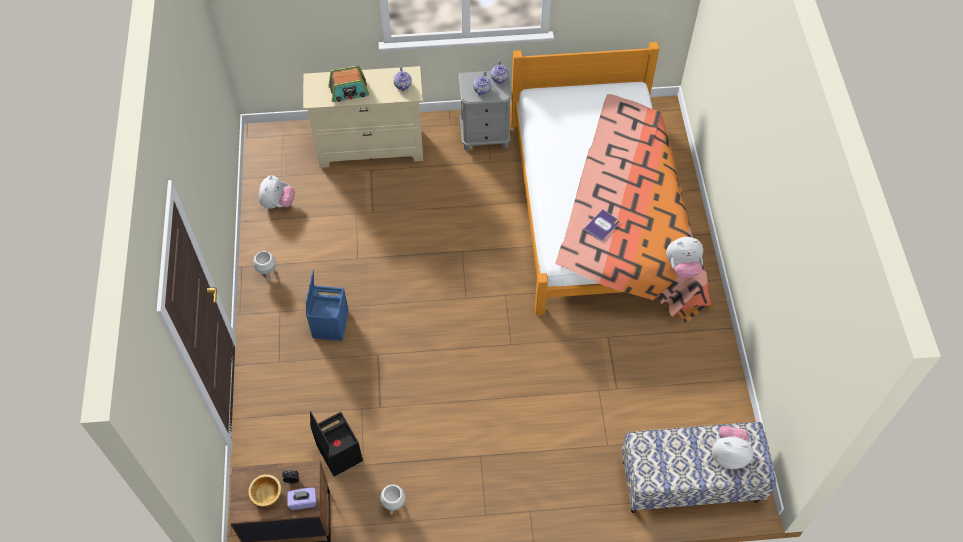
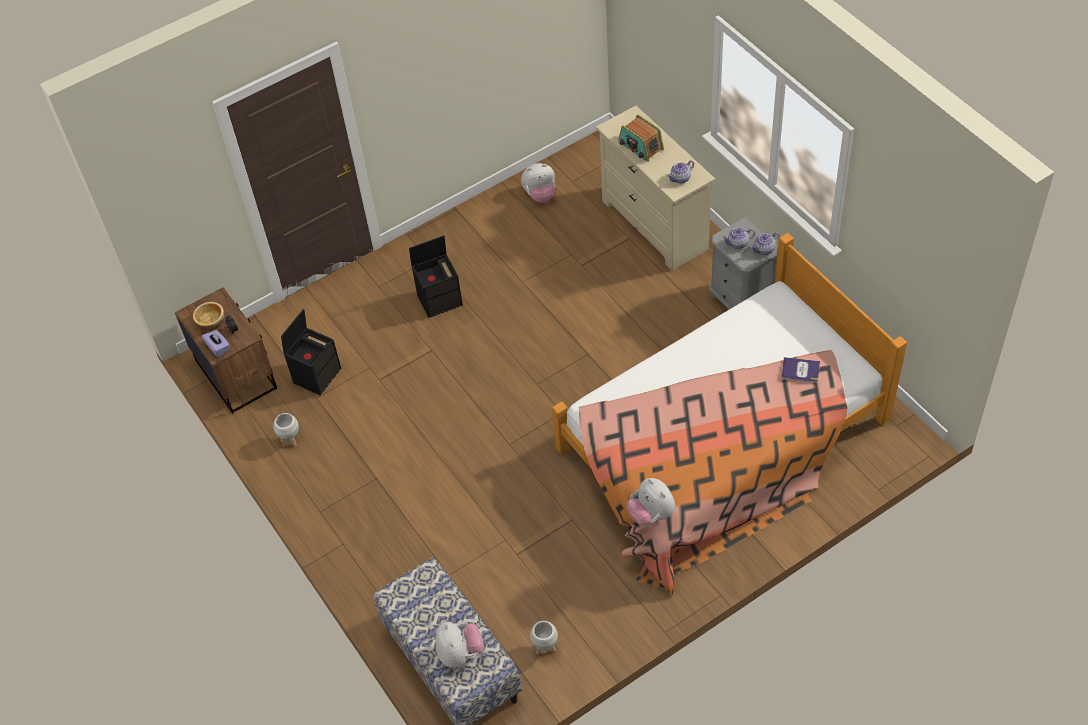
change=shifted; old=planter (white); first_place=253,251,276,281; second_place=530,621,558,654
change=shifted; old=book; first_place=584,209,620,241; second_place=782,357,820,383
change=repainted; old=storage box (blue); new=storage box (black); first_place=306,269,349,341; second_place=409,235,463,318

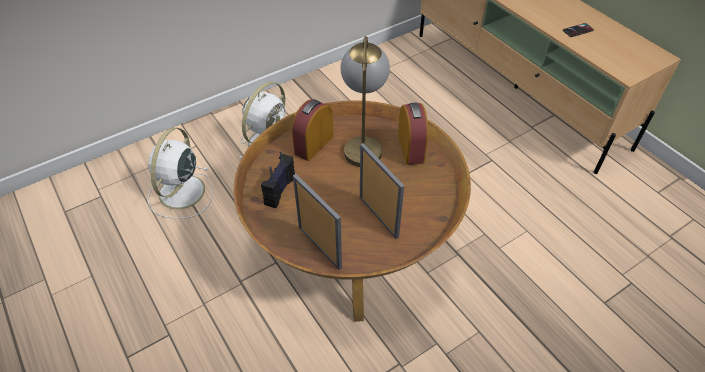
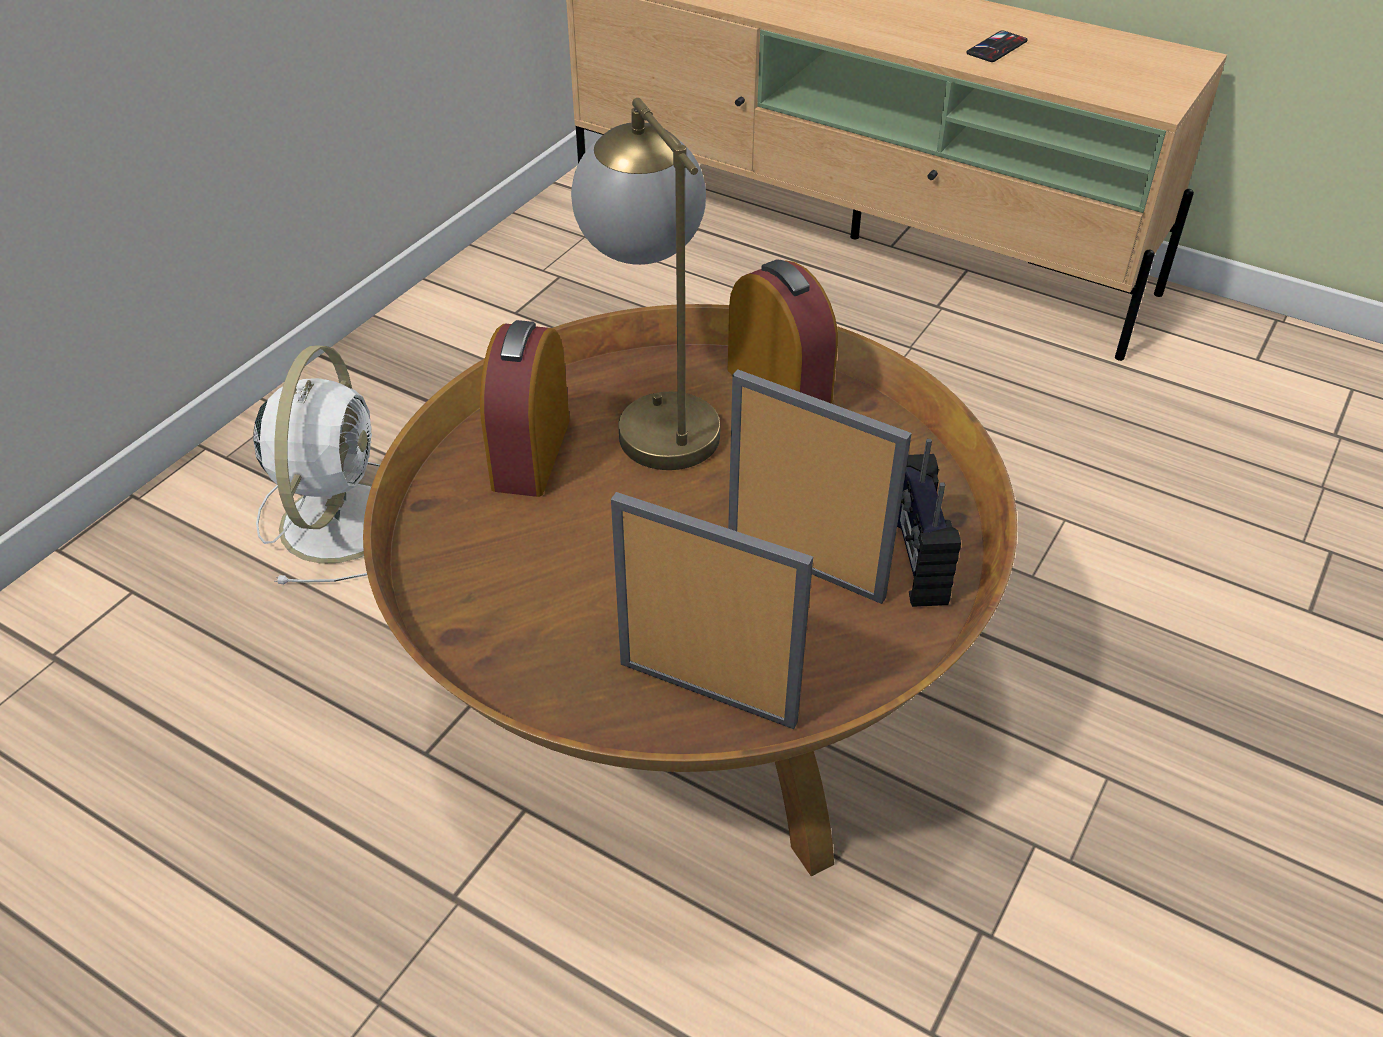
change=gone; old=fan (white); first_place=147,127,213,219
change=shifted; old=radio; first_place=261,151,295,208; second_place=897,439,961,607

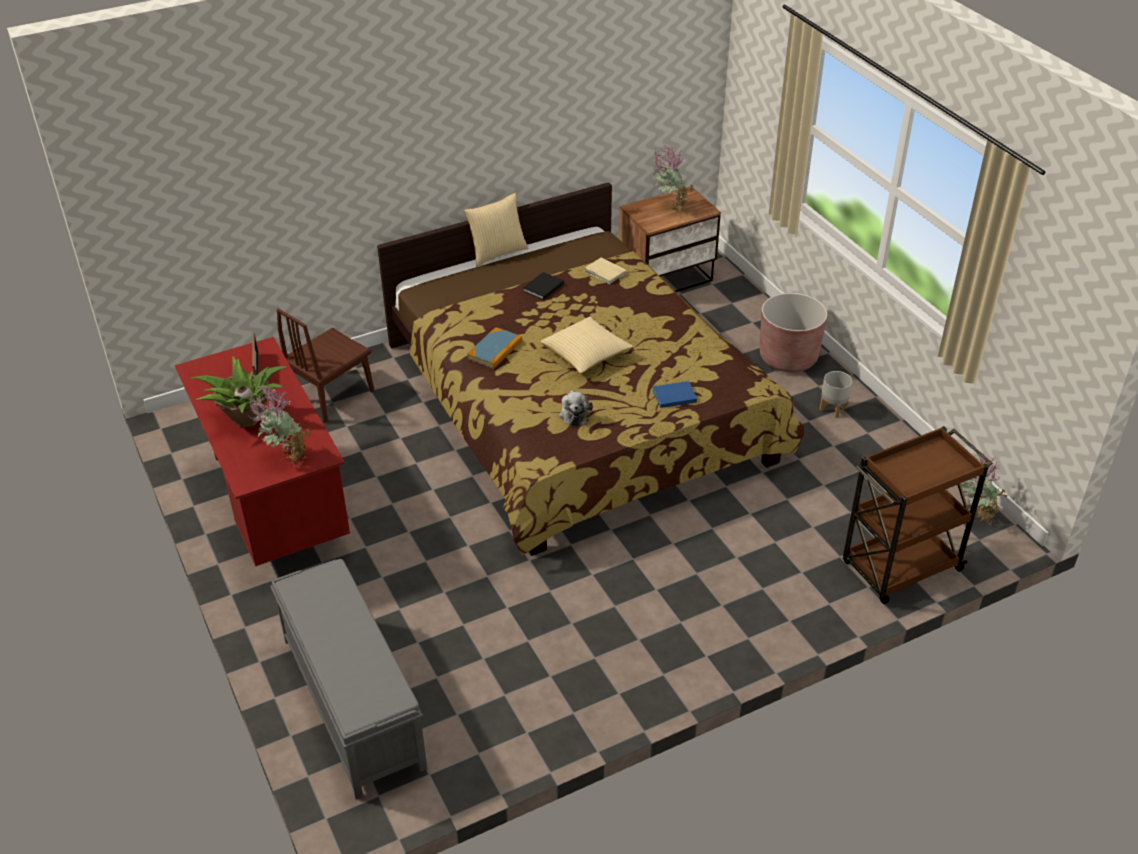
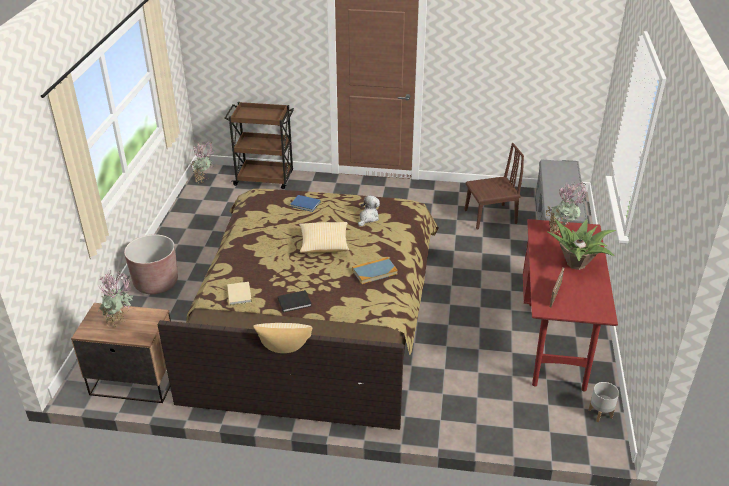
change=shifted; old=chair (brown); first_place=276,308,374,423; second_place=465,143,524,229
change=shifted; old=planter (grey); first_place=820,371,852,418; second_place=588,382,619,422

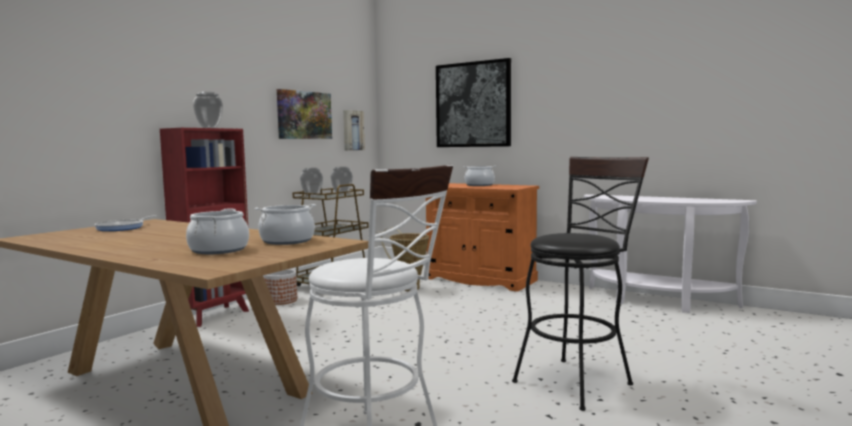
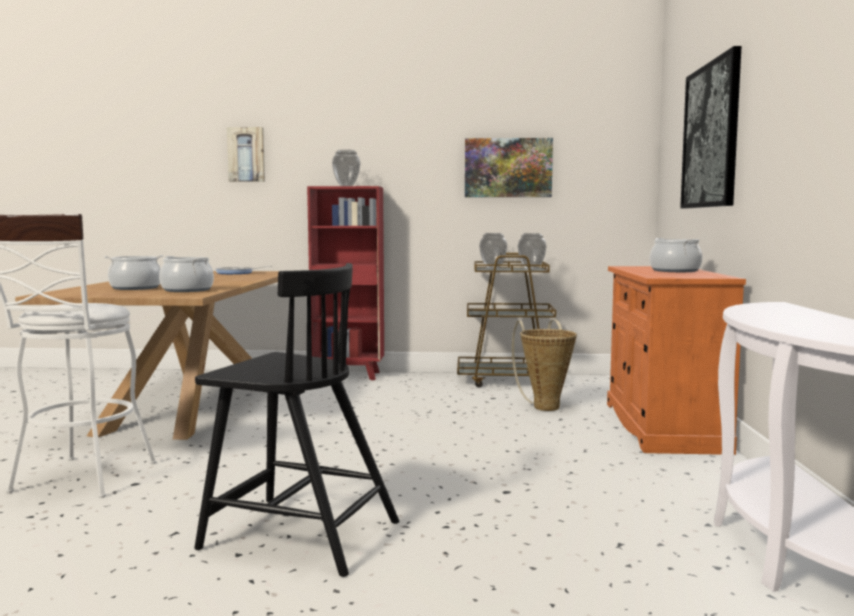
change=gone; old=planter; first_place=264,269,297,305
change=shifted; old=picture; first_place=343,110,365,151; second_place=227,127,265,182
change=swapped; old=stool (black); new=chair (black); first_place=512,157,649,411; second_place=194,263,399,577

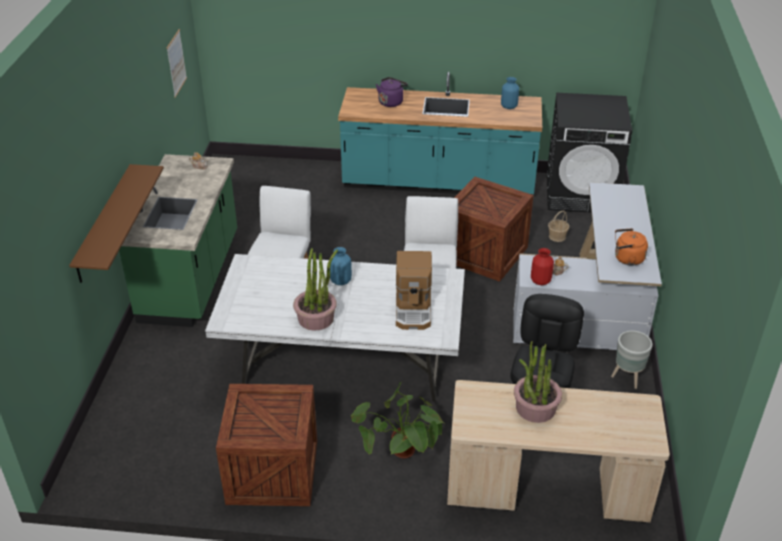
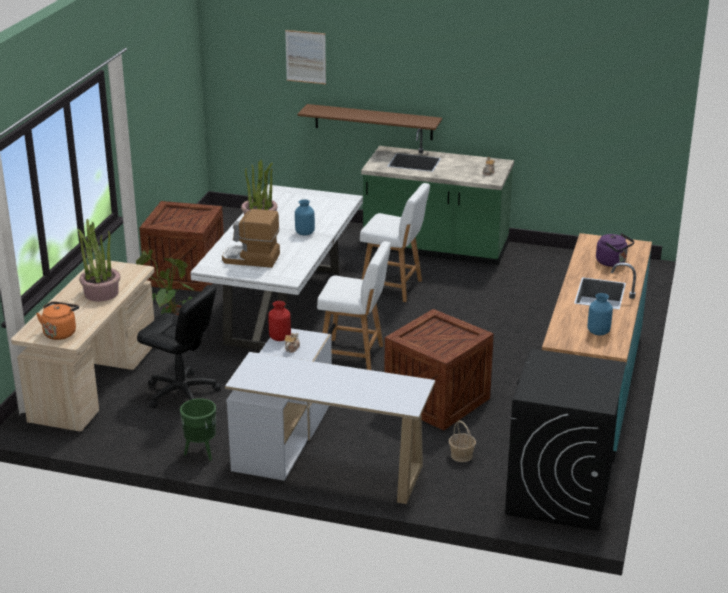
change=shifted; old=picture; first_place=167,29,187,98; second_place=285,30,326,84
change=shifted; old=kettle (orange); first_place=615,228,648,266; second_place=36,301,79,340
change=repainted; old=planter (grey); new=planter (green); first_place=611,331,653,389; second_place=180,398,216,461

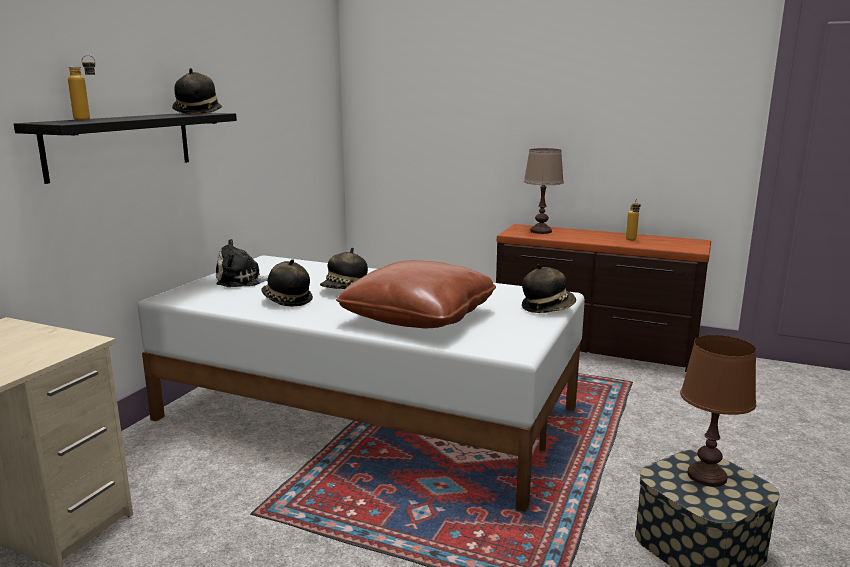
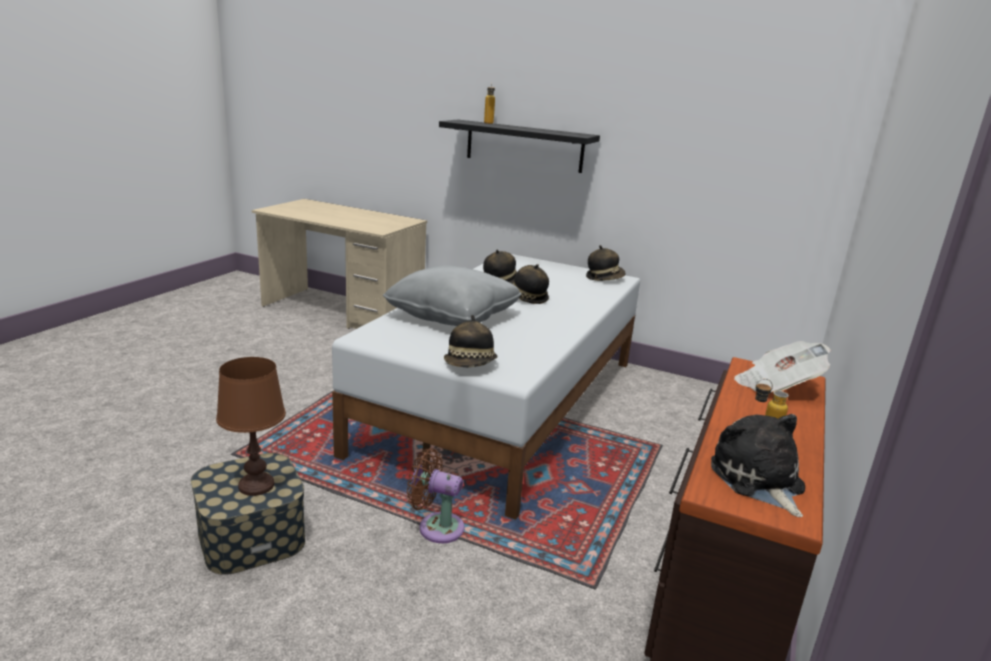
change=new; new=fan (brown); second_place=407,448,465,543
change=shifted; old=hat; first_place=172,68,222,114; second_place=586,245,626,281
change=shifted; old=plush toy; first_place=216,239,268,287; second_place=711,414,805,517
change=swapped; old=table lamp (brown); new=newspaper; first_place=524,148,564,234; second_place=734,341,831,392
change=repainted; old=pillow (brown); new=pillow (grey); first_place=336,260,496,328; second_place=383,265,521,326

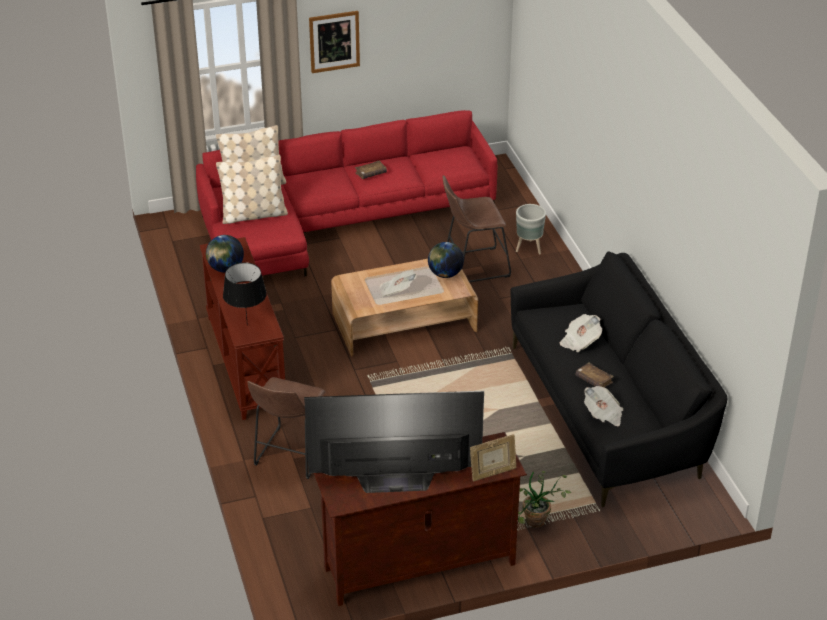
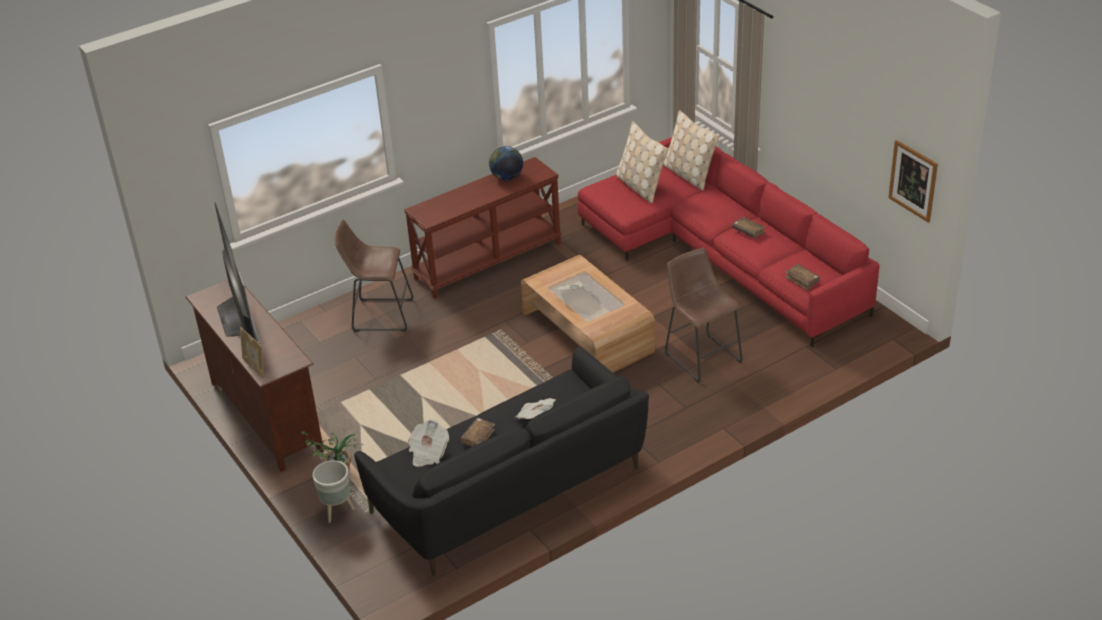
change=gone; old=table lamp (black); first_place=223,262,267,325
change=gone; old=globe; first_place=428,242,464,278
change=new; new=book (brown); second_place=785,264,820,290
change=shifted; old=picture; first_place=309,11,360,73; second_place=888,140,938,223
change=shifted; old=planter (grey); first_place=516,204,546,254; second_place=312,460,355,523

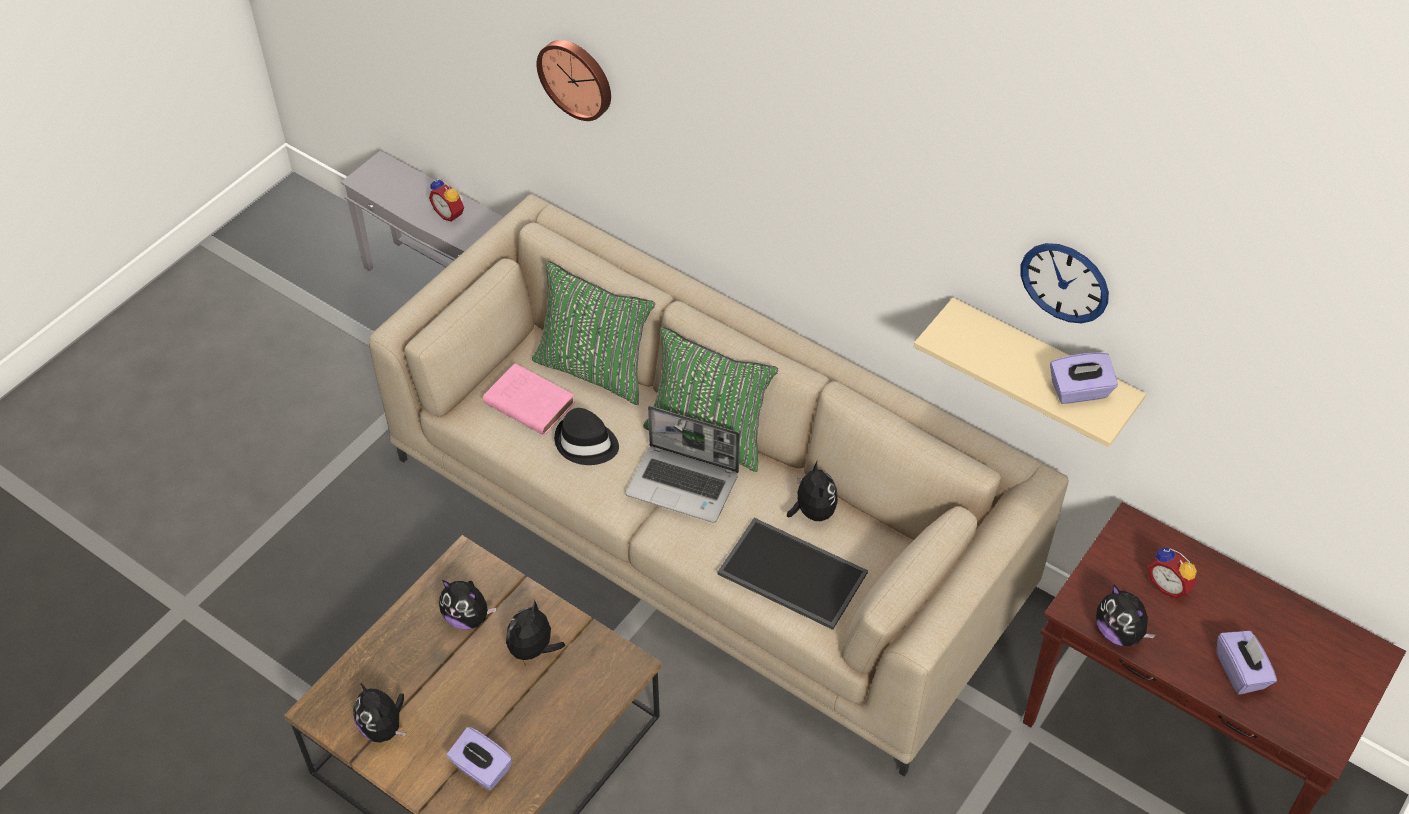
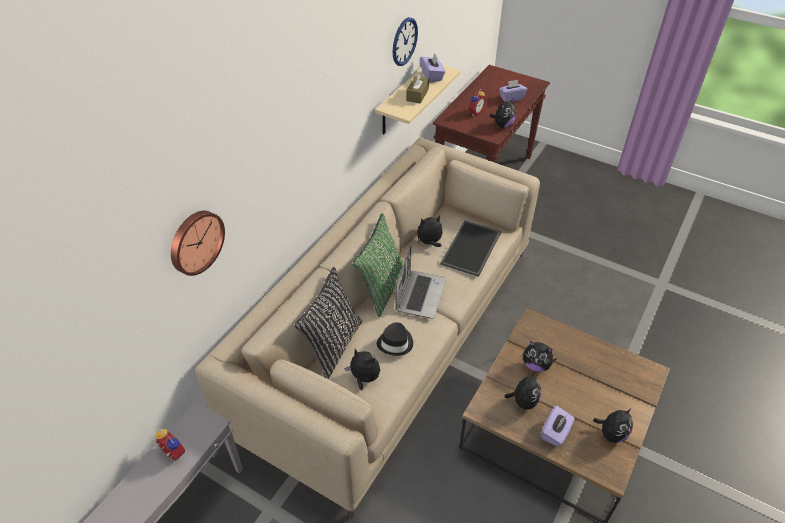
change=new; new=tissue box (brown); second_place=406,73,429,104
change=shifted; old=tissue box (purple); first_place=446,727,513,791; second_place=541,405,574,447
change=swapped; old=book (pink); new=plush toy; first_place=483,363,575,436; second_place=345,349,380,390
change=repainted; old=pillow (green); new=pillow (black); first_place=532,261,655,405; second_place=295,267,362,379
change=rotated; old=alarm clock; first_place=429,178,464,222; second_place=156,429,185,461; degrees=-90

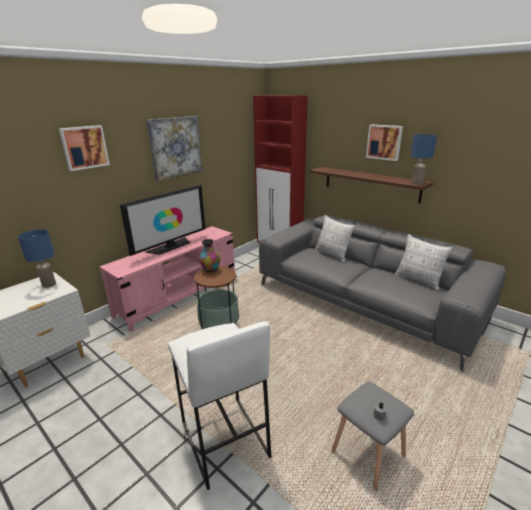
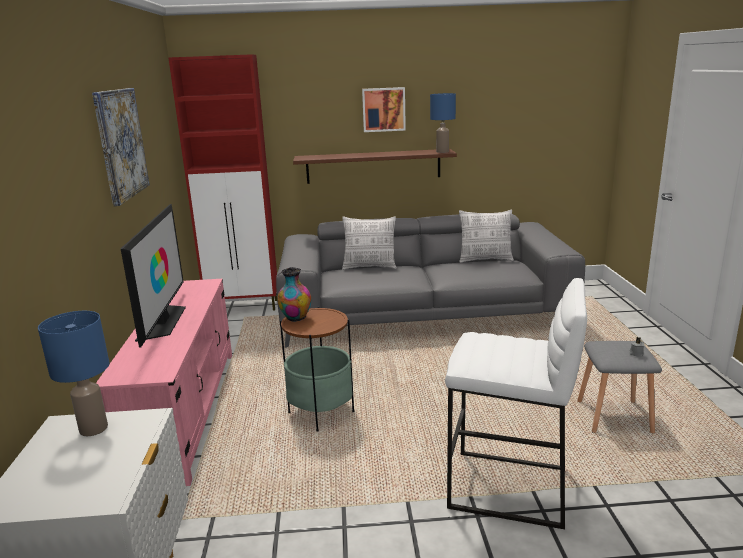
change=gone; old=picture; first_place=59,125,110,171

